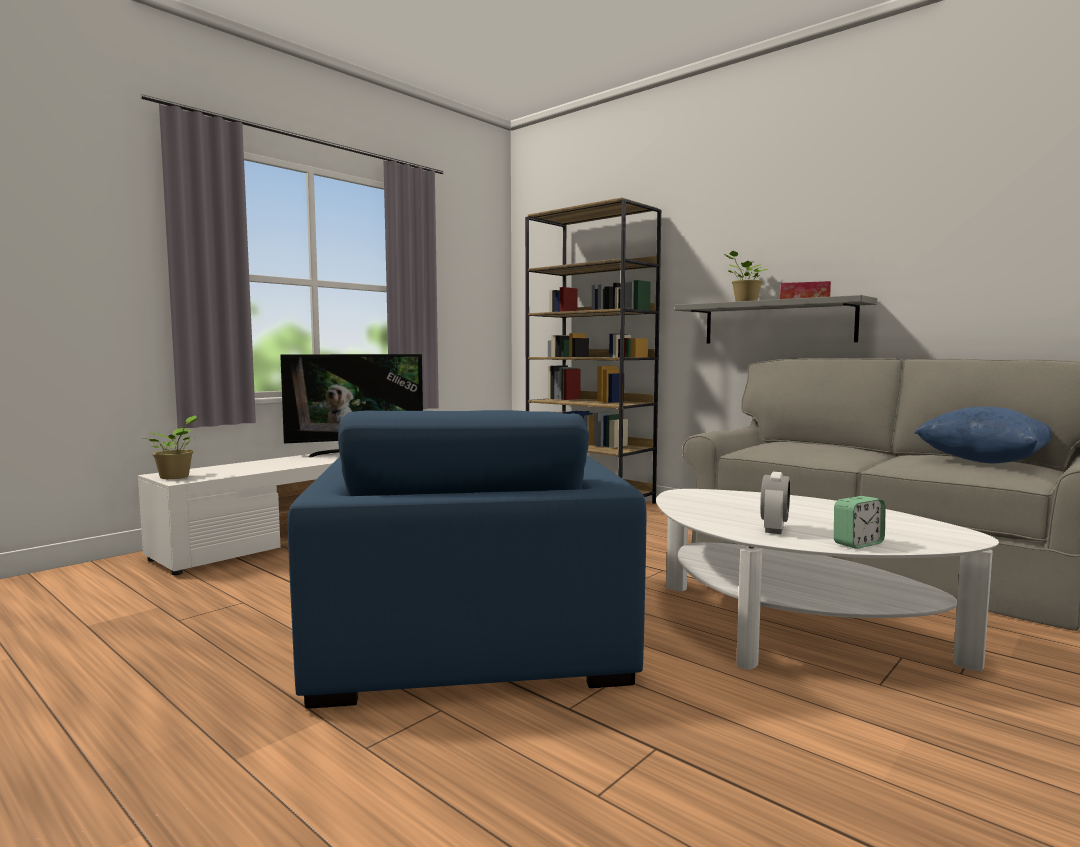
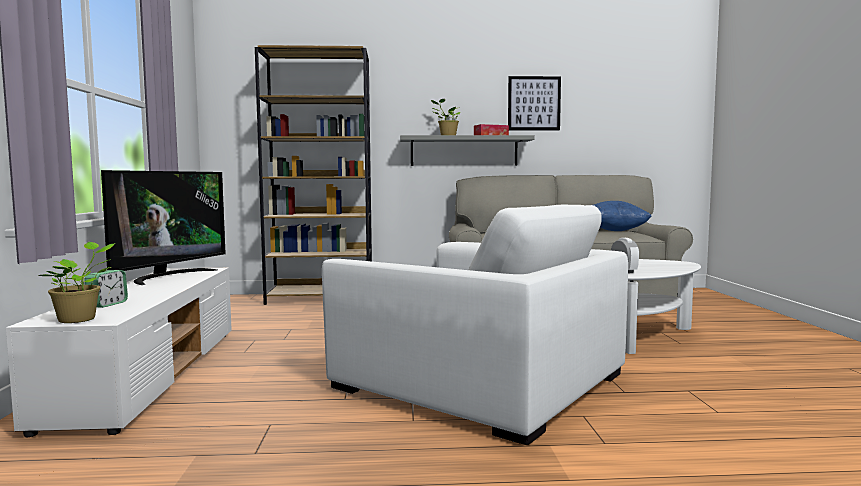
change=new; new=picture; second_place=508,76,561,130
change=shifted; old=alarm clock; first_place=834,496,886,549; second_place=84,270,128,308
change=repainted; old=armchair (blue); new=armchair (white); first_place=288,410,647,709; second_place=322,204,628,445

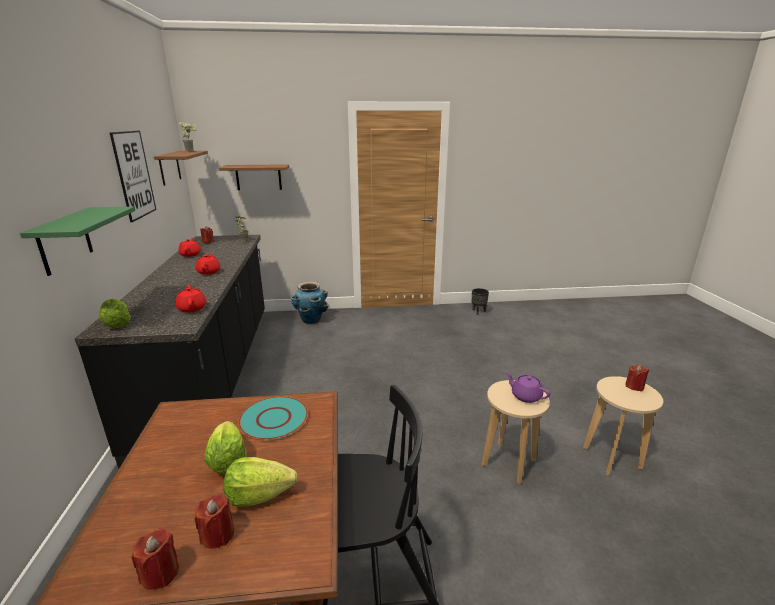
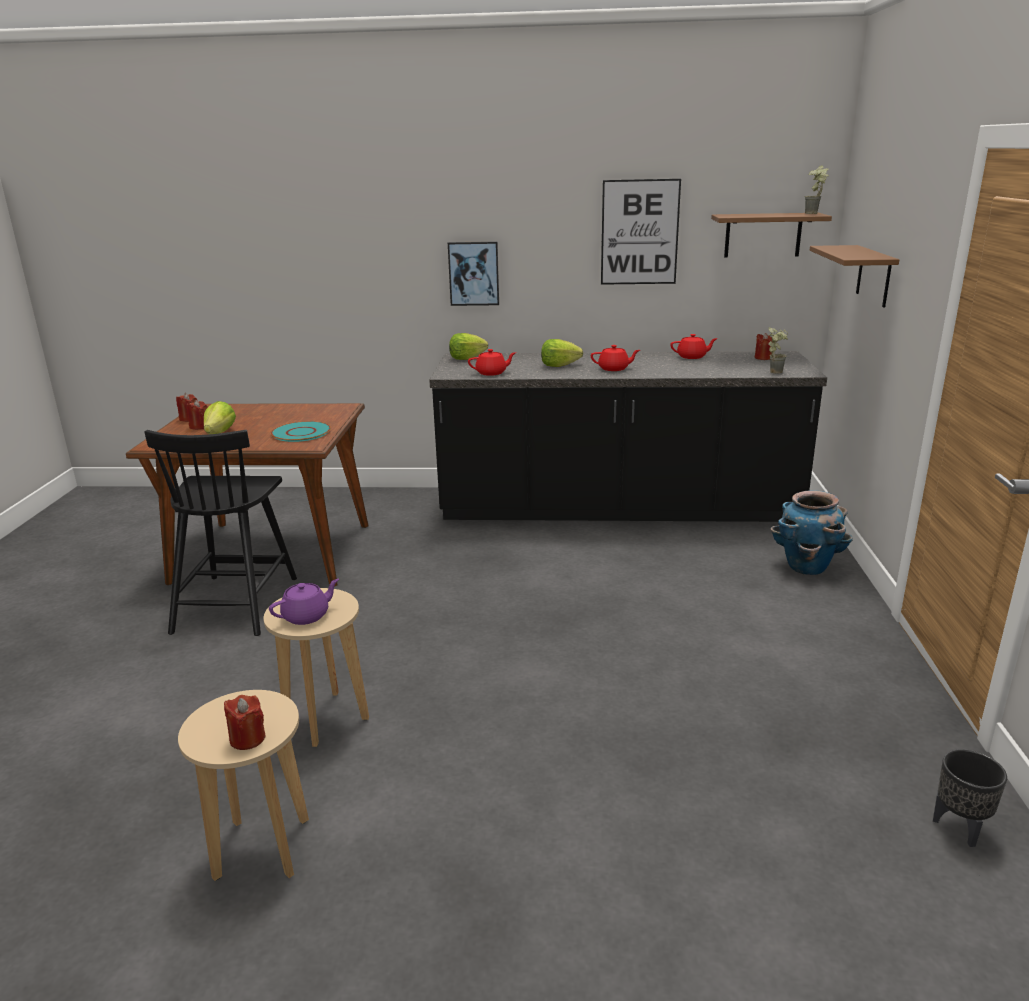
change=shifted; old=lettuce; first_place=205,421,247,475; second_place=541,339,583,367
change=swapped; old=shelf (green); new=picture; first_place=20,207,135,276; second_place=448,241,499,306

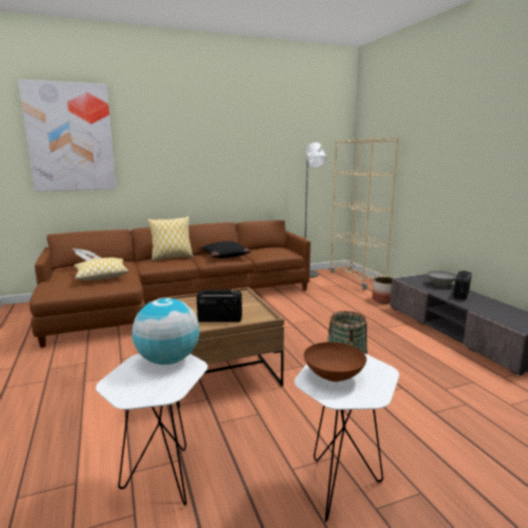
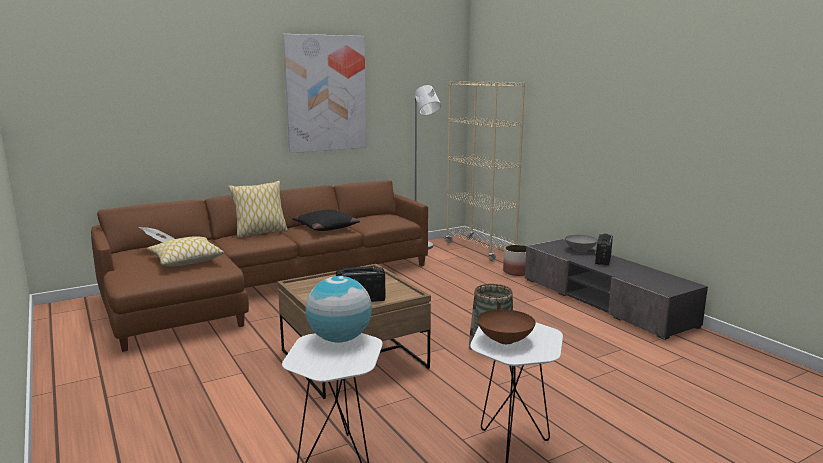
change=shifted; old=picture; first_place=18,79,116,191; second_place=283,34,367,153

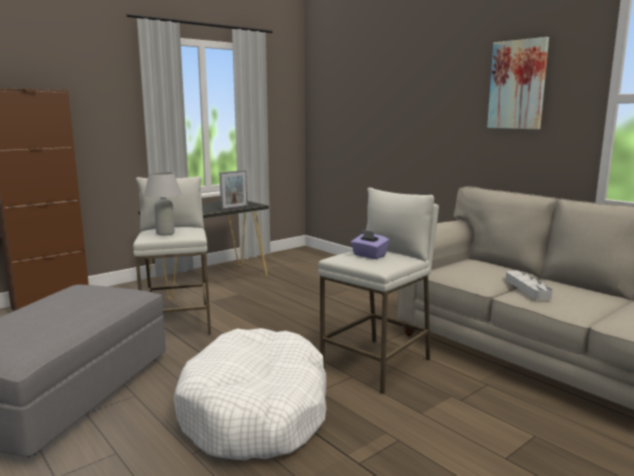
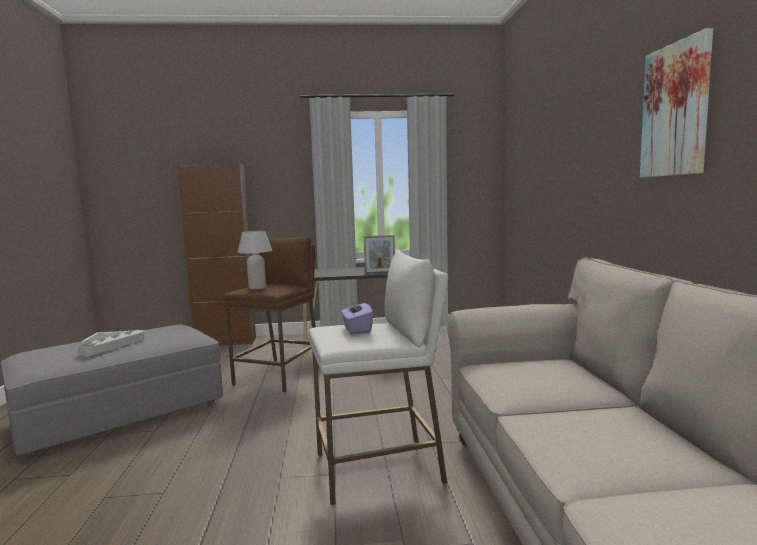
change=gone; old=dog bed (white); first_place=174,328,326,460
change=shifted; old=tray (grey); first_place=506,270,553,300; second_place=78,330,145,356
change=repainted; old=stool (white); new=stool (brown); first_place=133,176,211,334; second_place=223,237,319,392

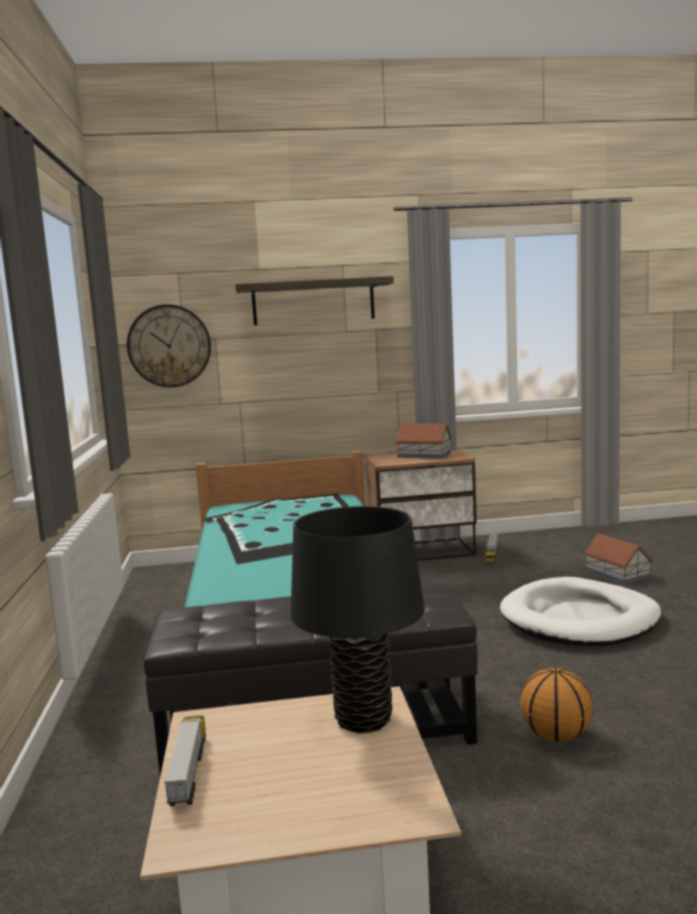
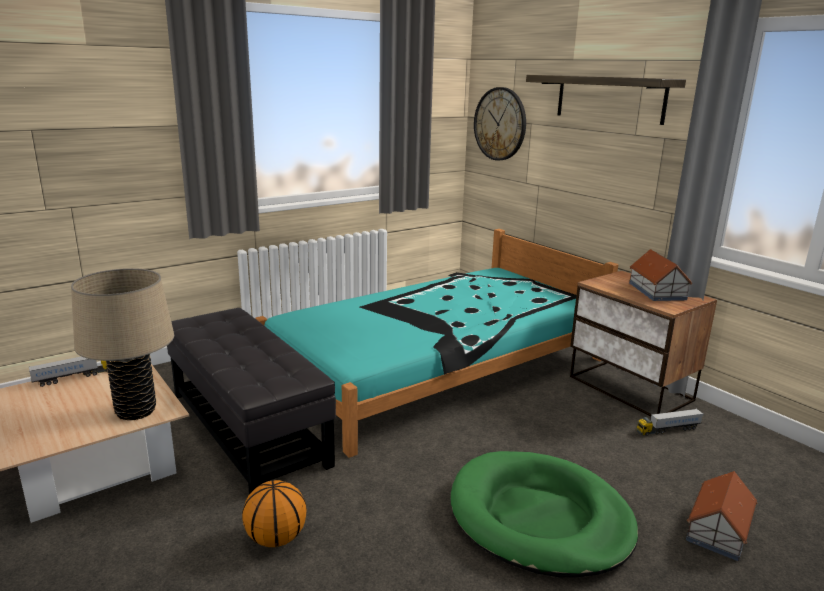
change=repainted; old=table lamp (black); new=table lamp (beige); first_place=291,506,425,733; second_place=71,268,174,420
change=repainted; old=dog bed (white); new=dog bed (green); first_place=500,577,661,646; second_place=451,451,638,578

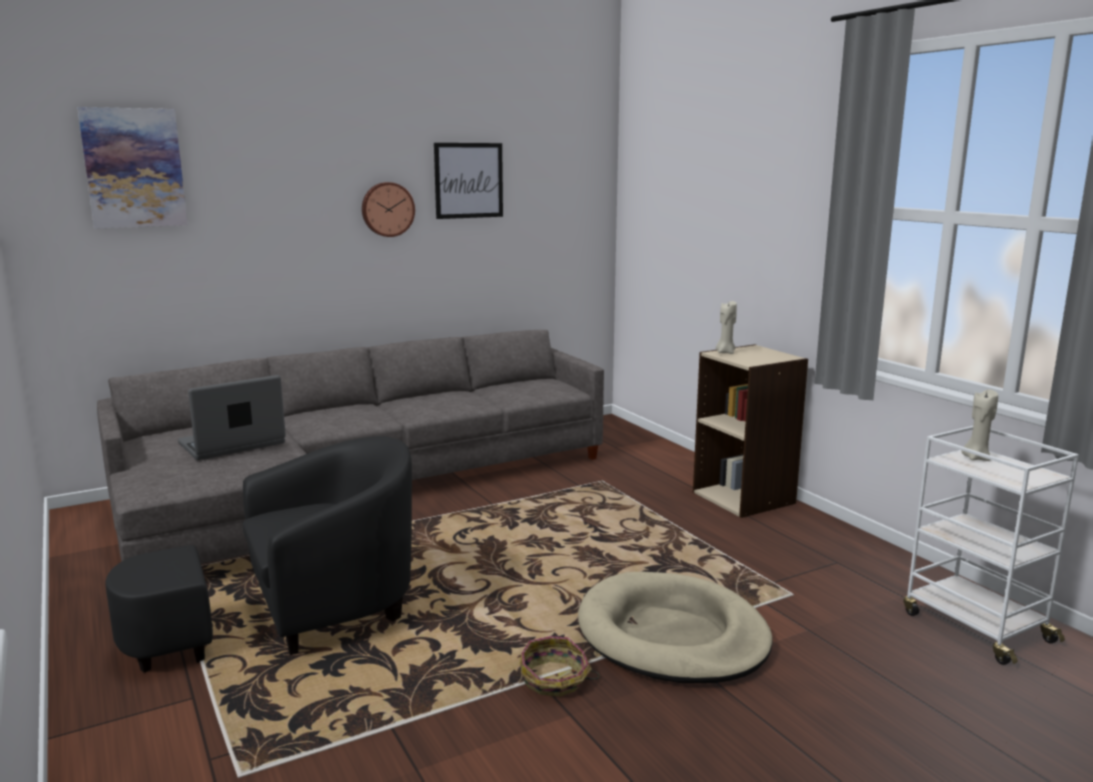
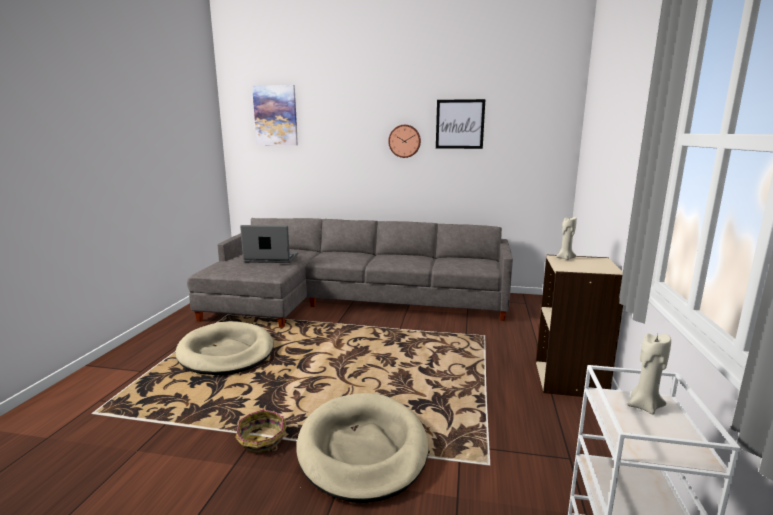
change=swapped; old=armchair (black); new=dog bed (beige); first_place=106,436,412,673; second_place=175,321,274,375

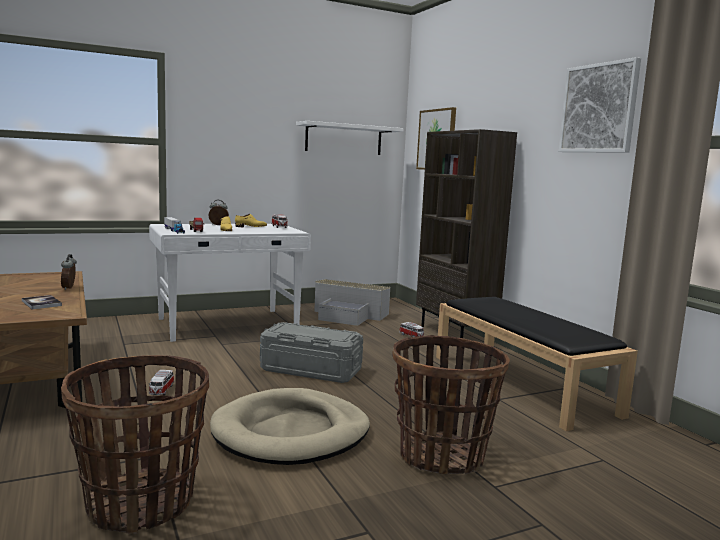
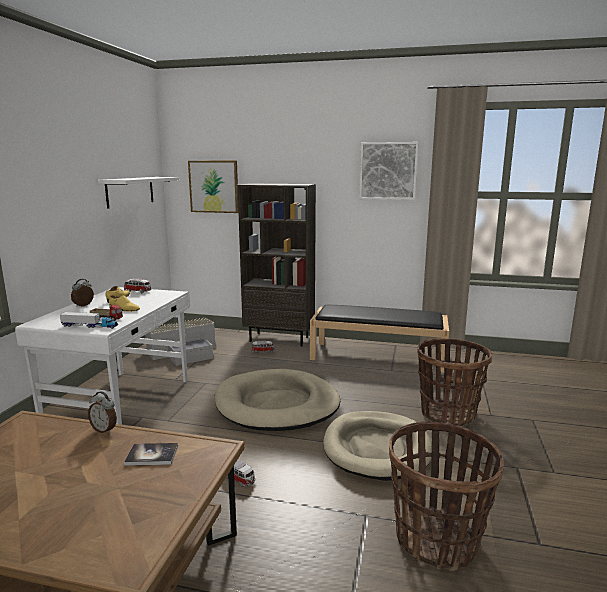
change=swapped; old=storage box (grey); new=dog bed (beige); first_place=260,322,363,383; second_place=215,369,340,431

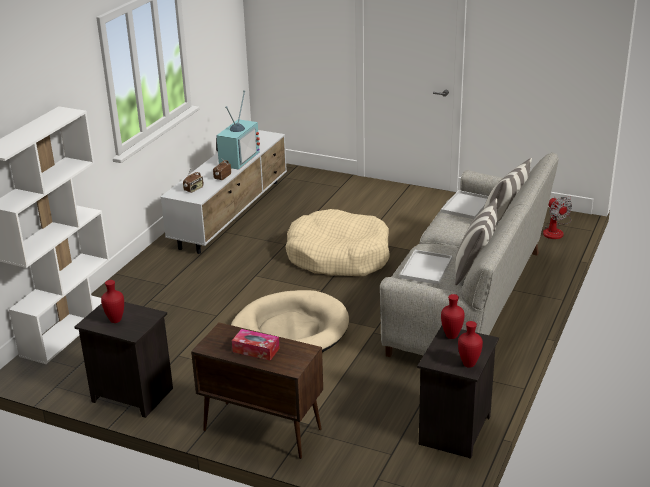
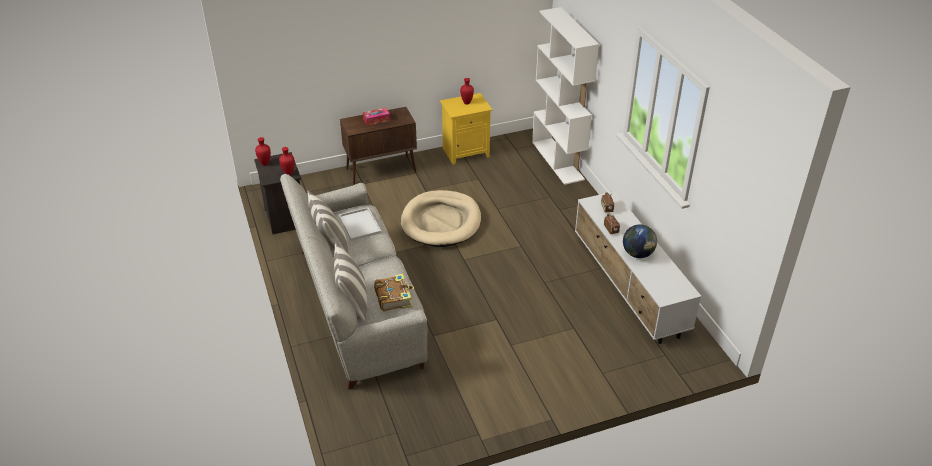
change=gone; old=dog bed (beige); first_place=286,209,390,276
change=gone; old=fan; first_place=543,196,572,239
change=swapped; old=television; new=globe; first_place=216,90,260,170; second_place=623,224,657,258
change=swapped; old=tray (white); new=book; first_place=441,190,488,219; second_place=374,274,414,312
change=repainted; old=nightstand (black); new=nightstand (yellow); first_place=74,302,173,418; second_place=440,93,493,165

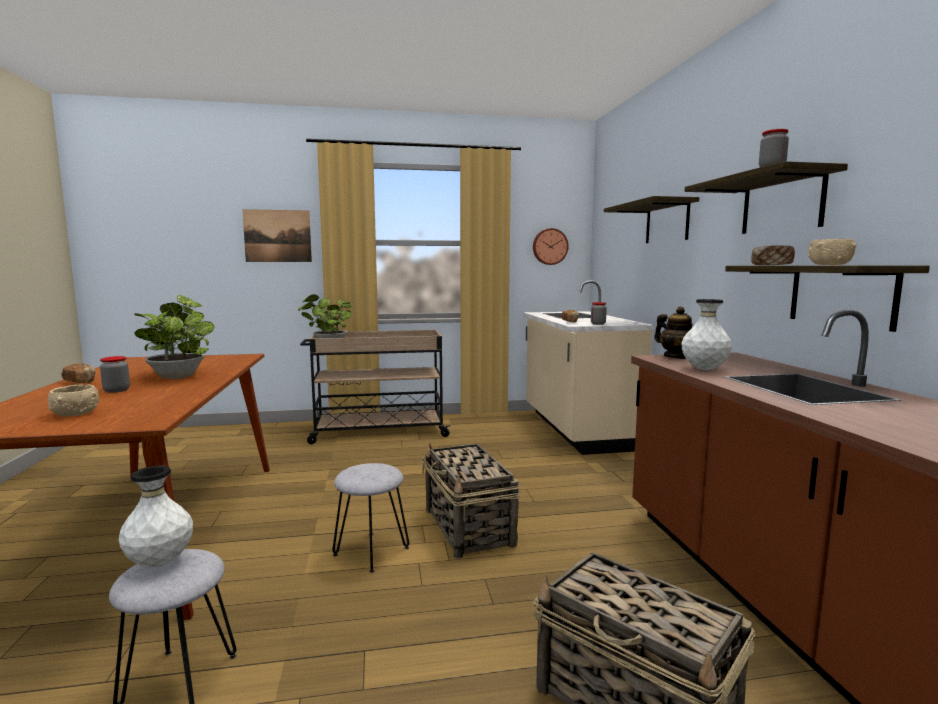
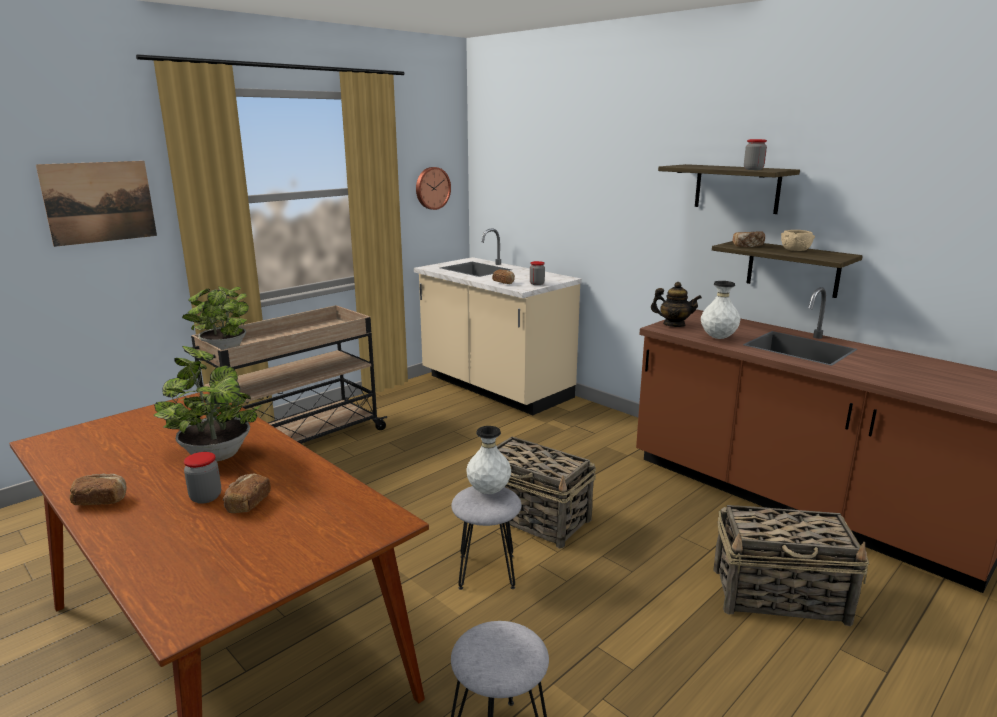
change=gone; old=bowl (beige); first_place=48,384,99,417
change=gone; old=shelf; first_place=604,196,699,243
change=new; new=bread; second_place=223,474,271,513
change=shifted; old=vase (white); first_place=118,466,193,567; second_place=466,426,511,494

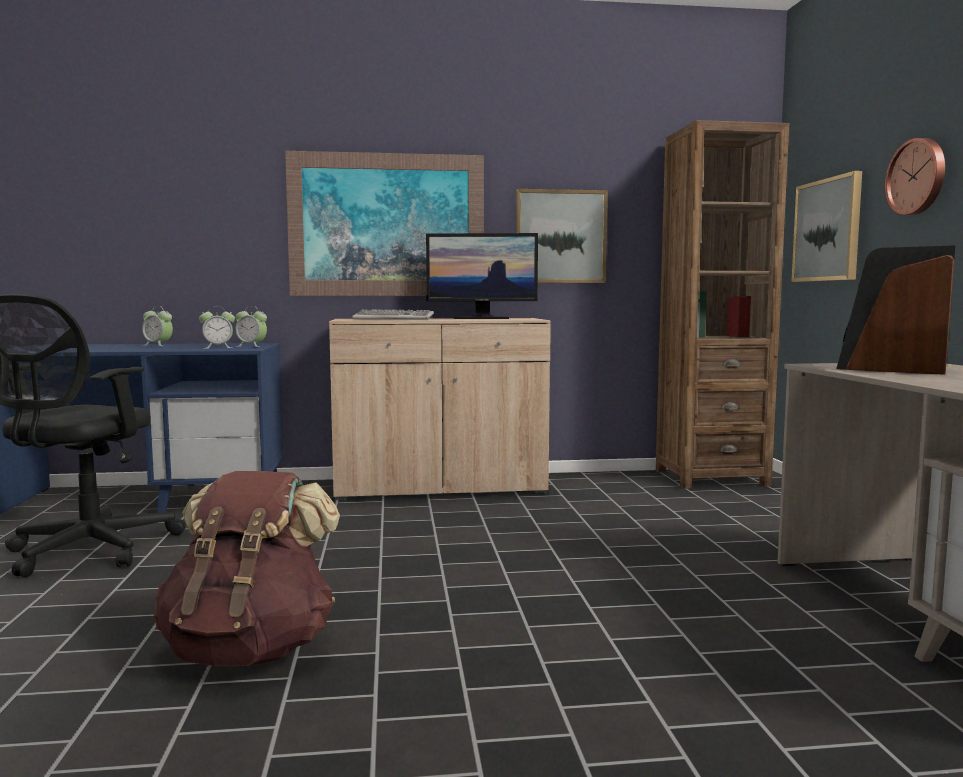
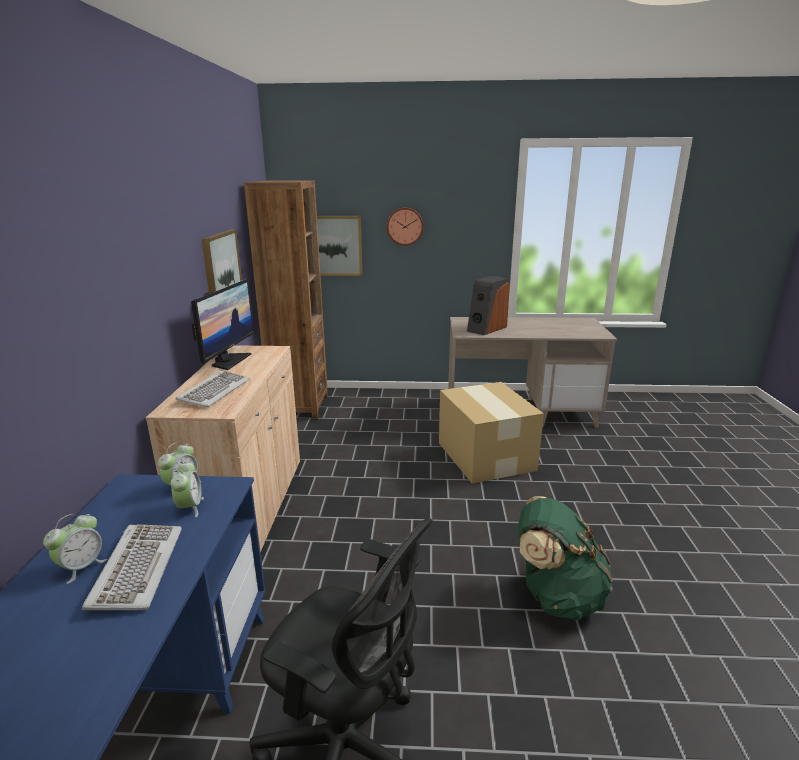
change=gone; old=picture; first_place=285,151,484,296
change=new; new=keyboard; second_place=82,524,182,610
change=new; new=cardboard box; second_place=439,382,544,484
change=repainted; old=backpack (brown); new=backpack (green); first_place=154,471,340,666; second_place=517,496,613,620

